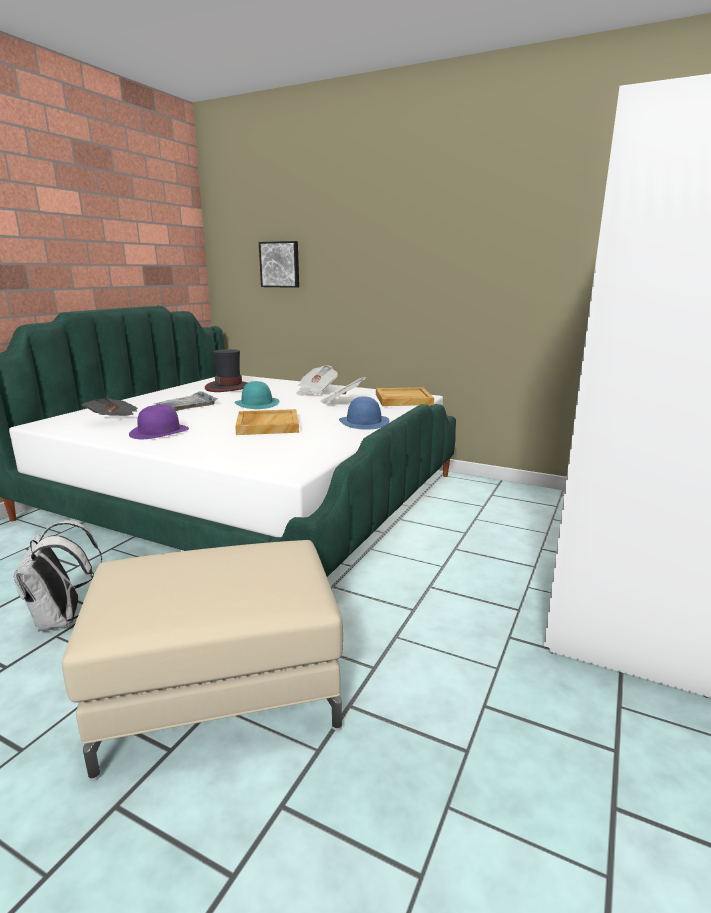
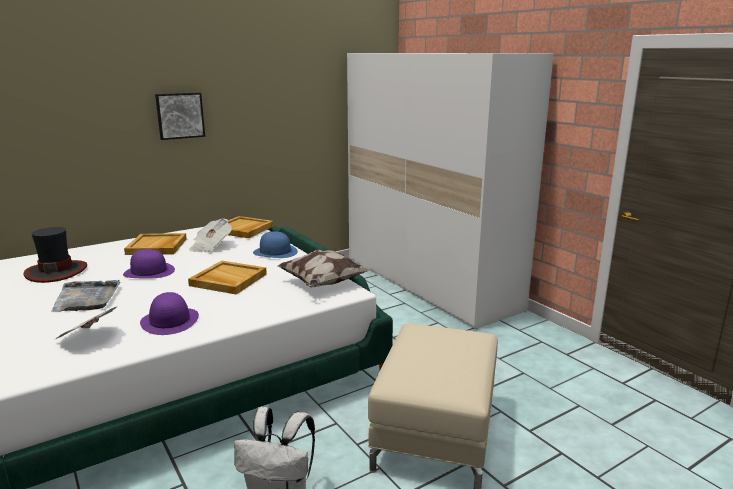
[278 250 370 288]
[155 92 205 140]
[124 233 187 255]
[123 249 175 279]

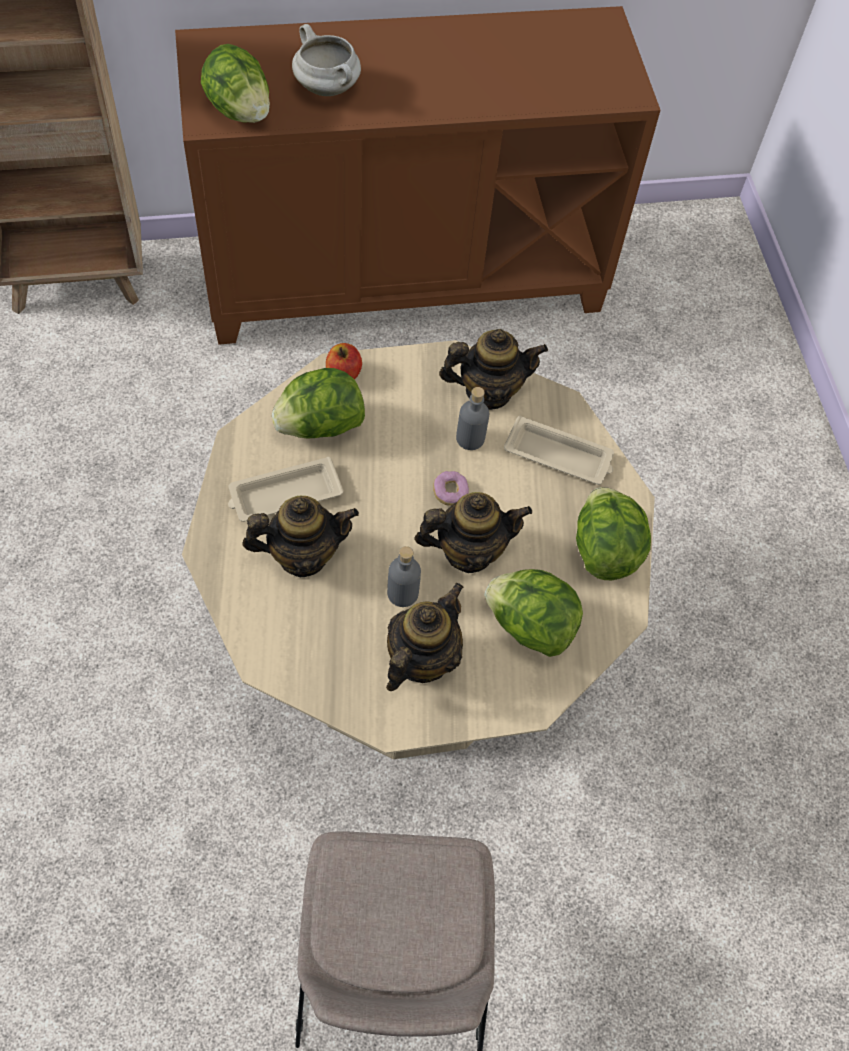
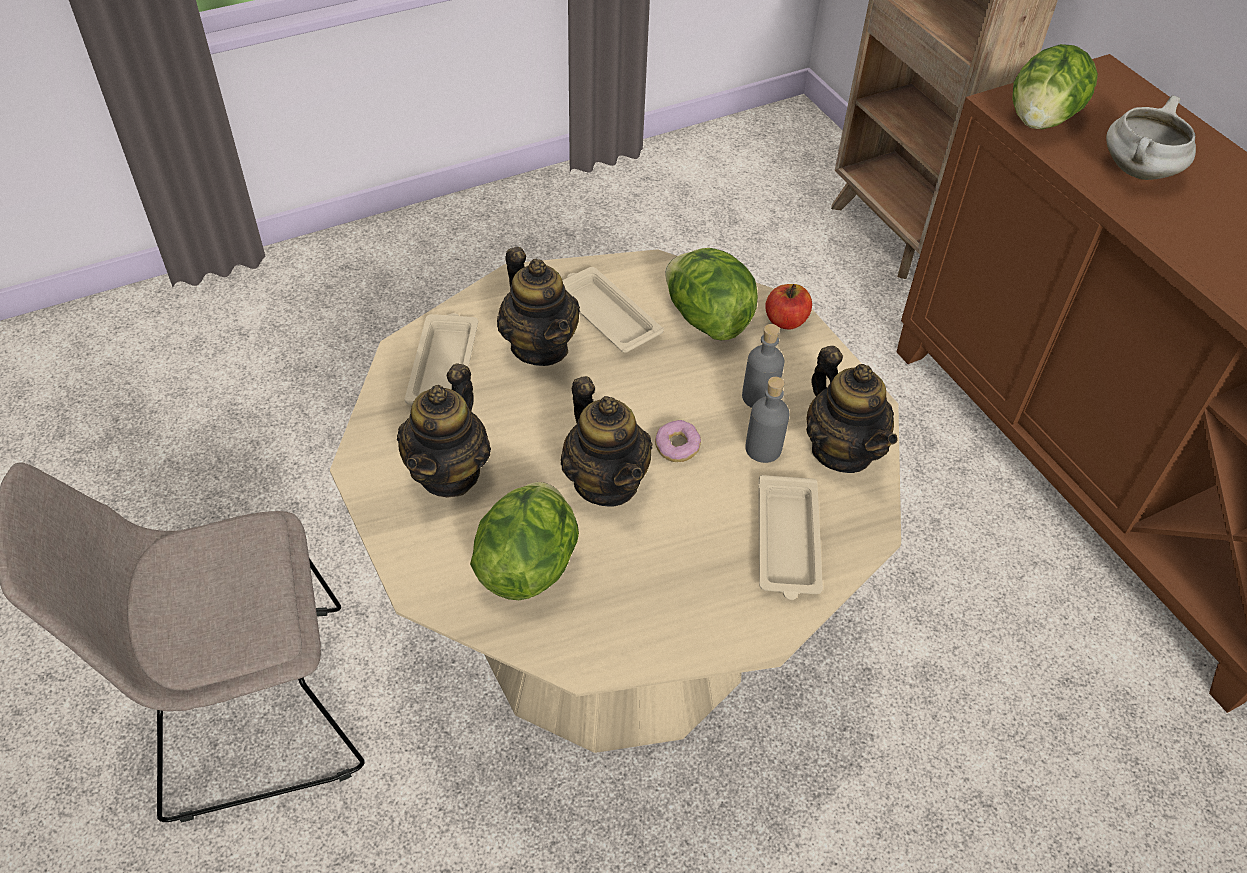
[576 487 651 580] (first image)
[404 313 478 405]
[742 324 784 408]
[397 363 491 497]

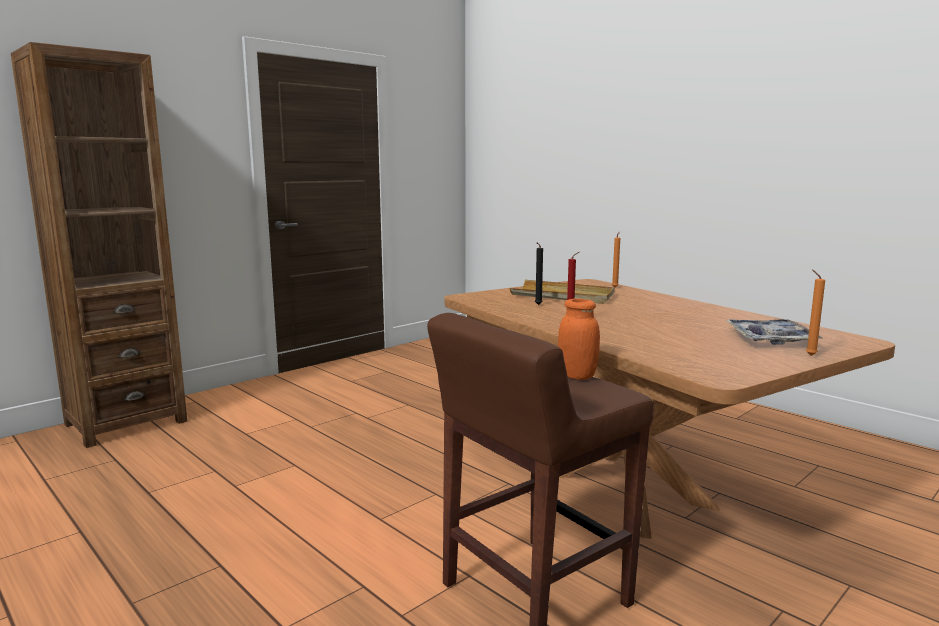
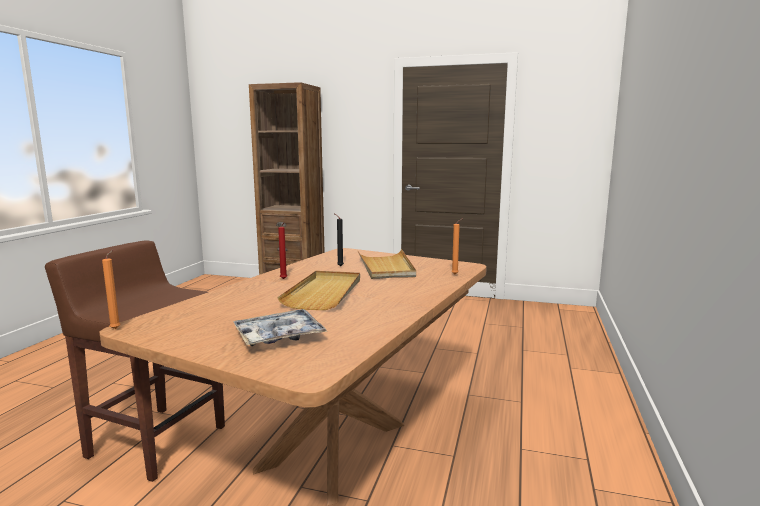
[558 299 600 380] (first image)
[277 271 360 310]
[102 250 121 329]

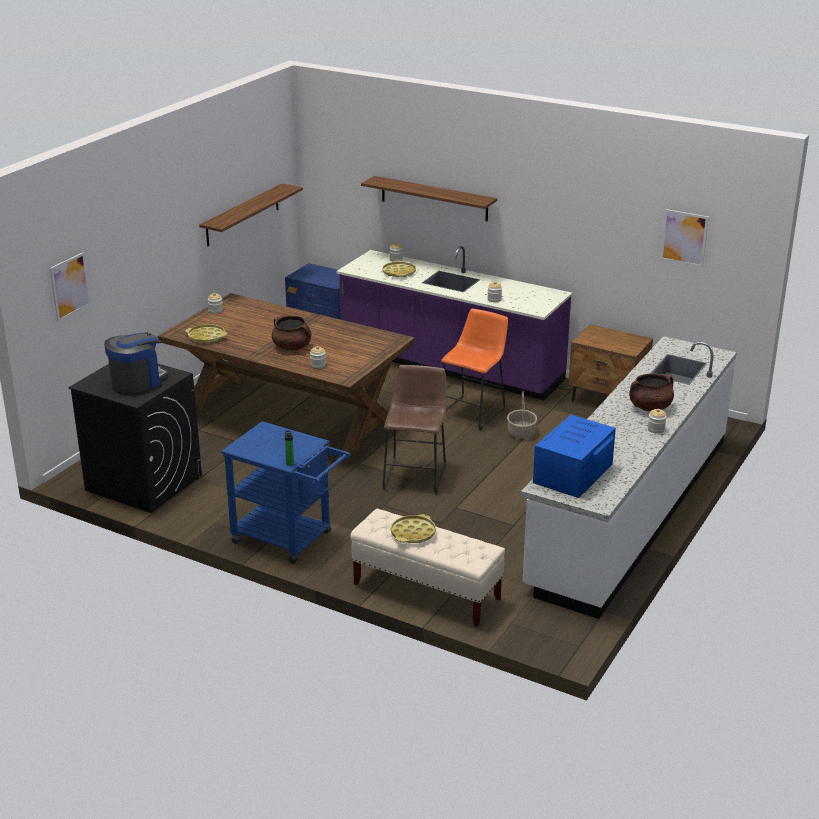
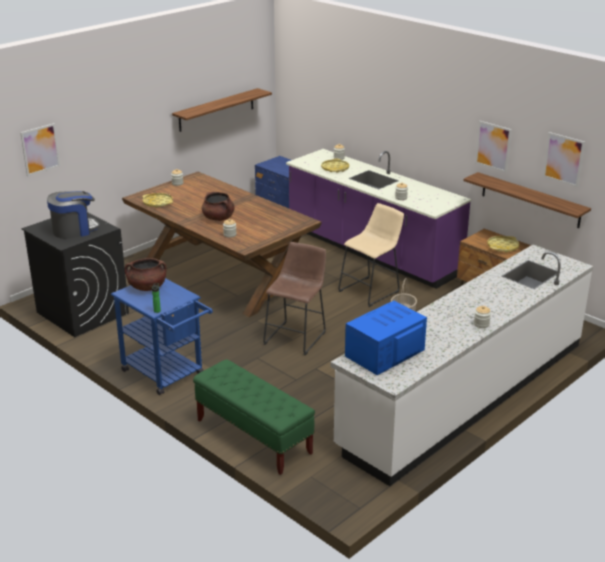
[475 121 512 173]
[464 172 591 228]
[487 236 519 253]
[125 258 167 291]
[193 359 315 475]
[338 203 404 307]

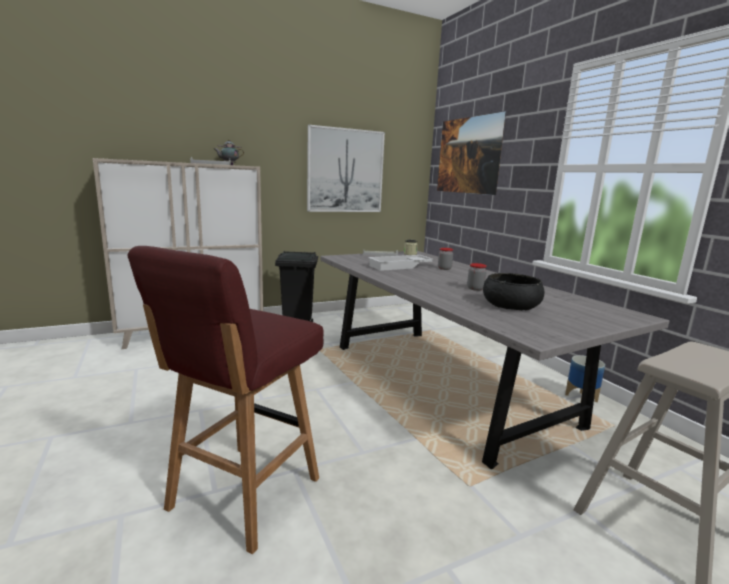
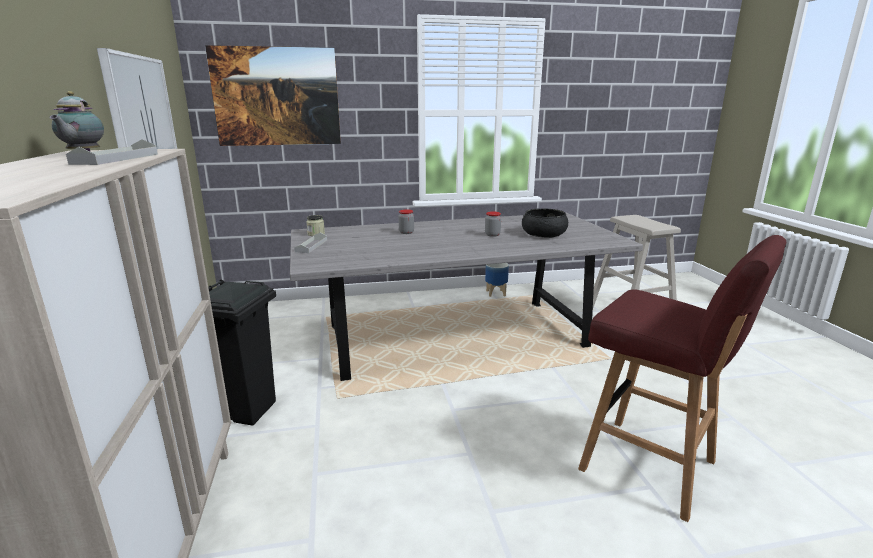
[368 255 434 271] (first image)

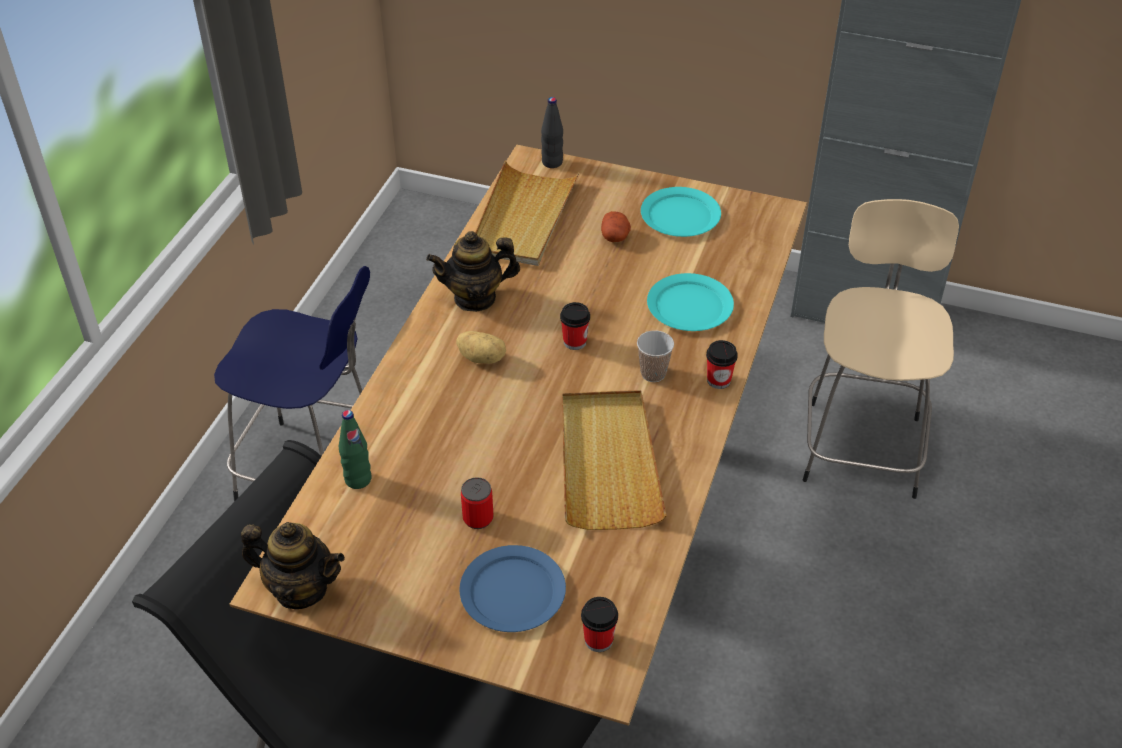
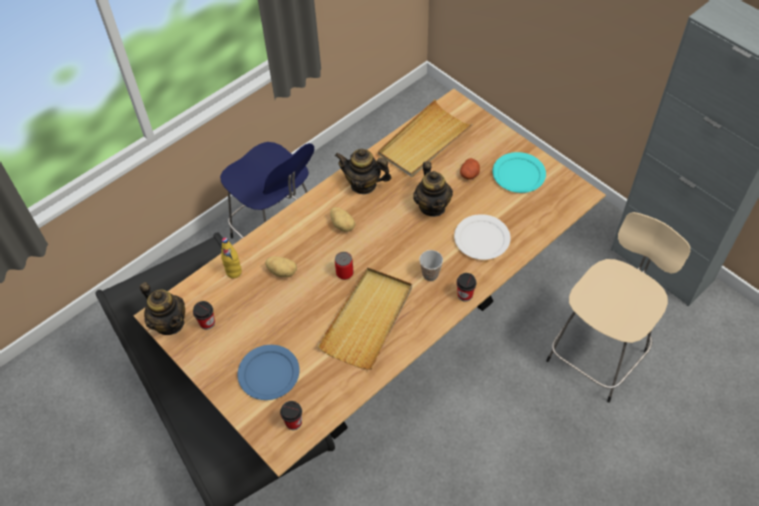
[541 97 563 168] (first image)
[265 256 297 277]
[413 161 453 217]
[335 252 354 280]
[193 301 215 330]
[221 237 242 278]
[454 214 511 260]

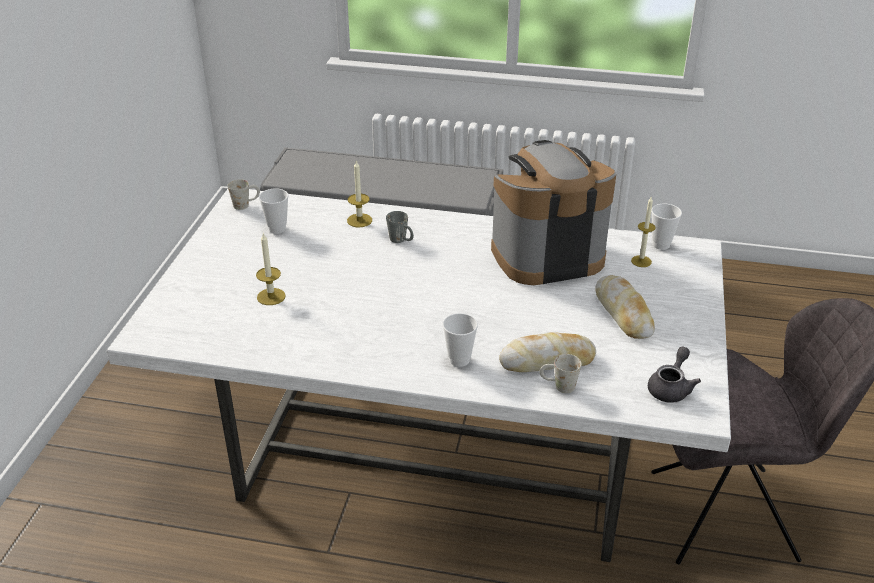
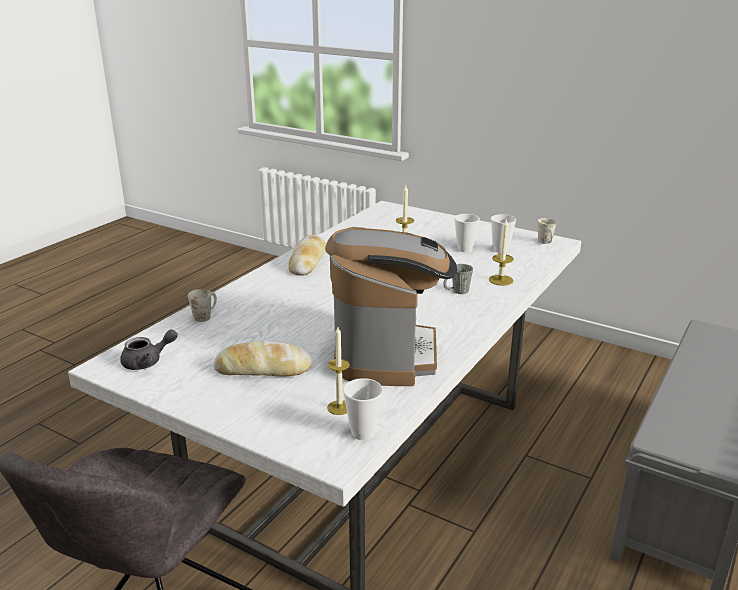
[454 214 480 252]
[288 235 326 276]
[120 329 178 370]

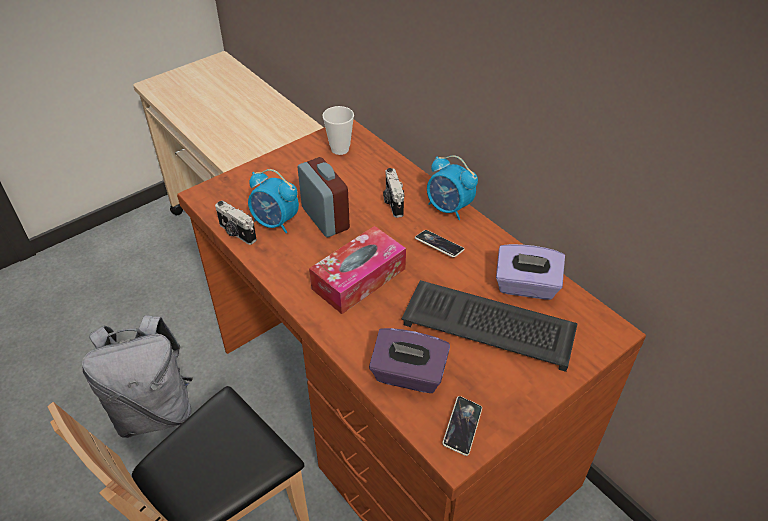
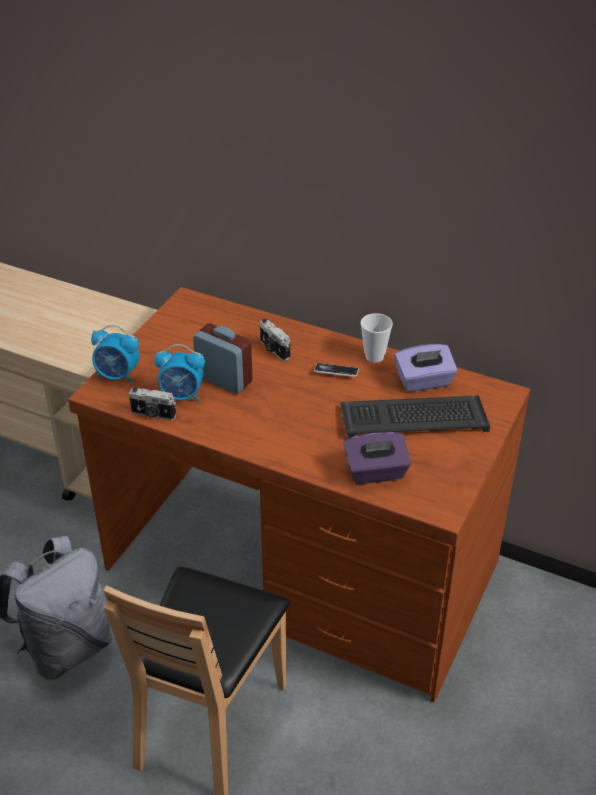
[309 226 406 314] (first image)
[442 396 482 456] (first image)
[360 313 393 363]
[91 325 140 383]

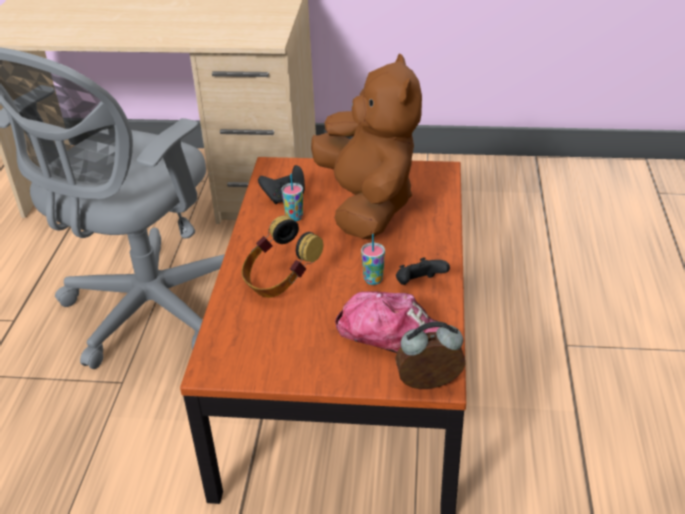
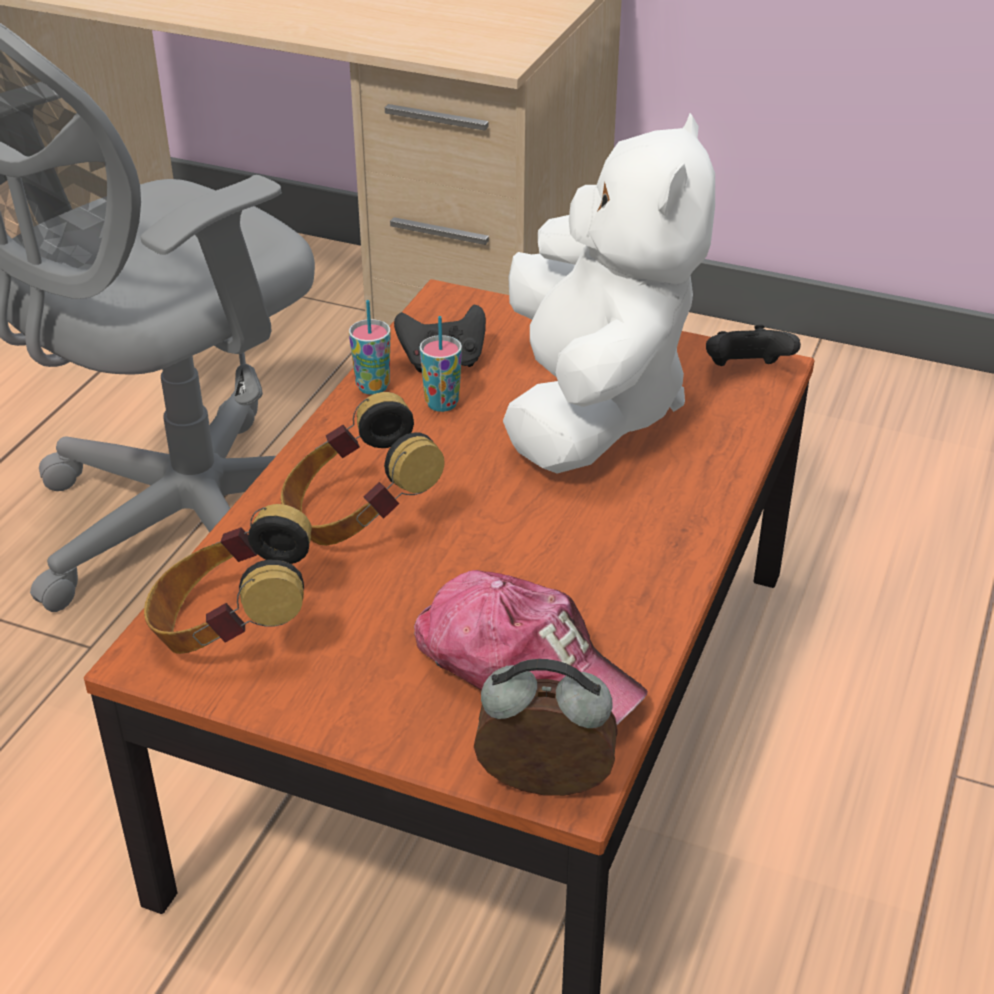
[144 504 312 654]
[349 300 391 395]
[706 325 801 366]
[503 113 715 473]

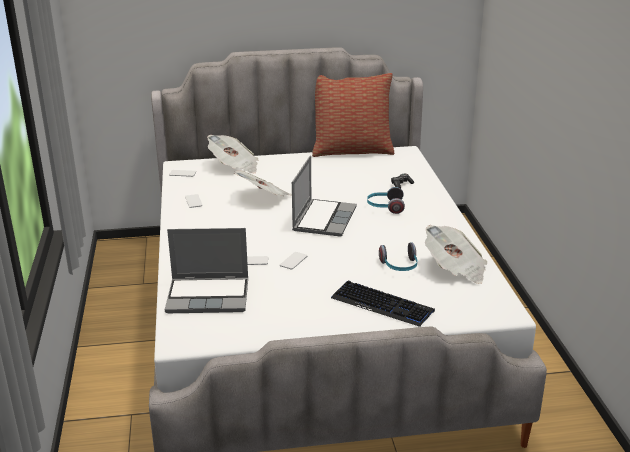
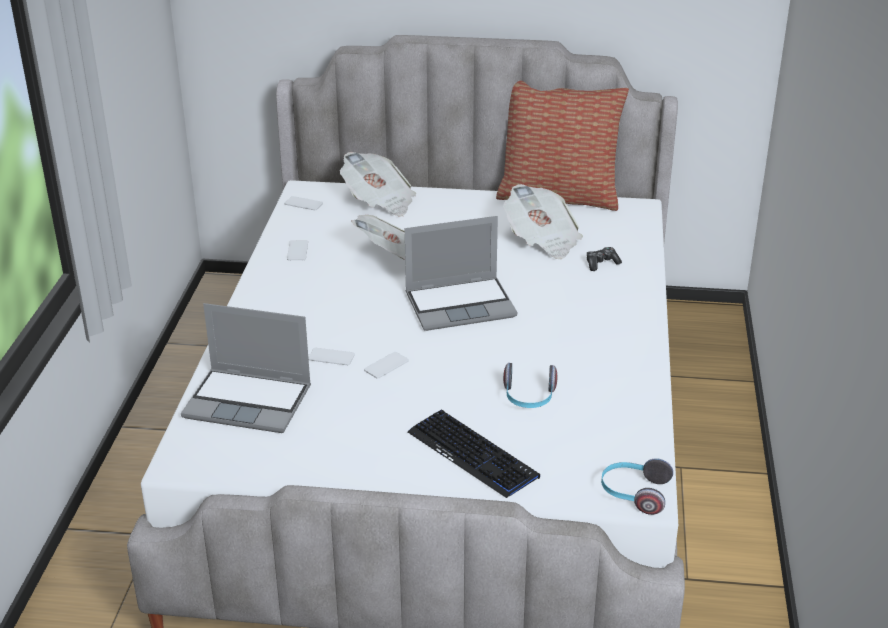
[601 458 673 515]
[503 184 583 259]
[405 216 517 331]

